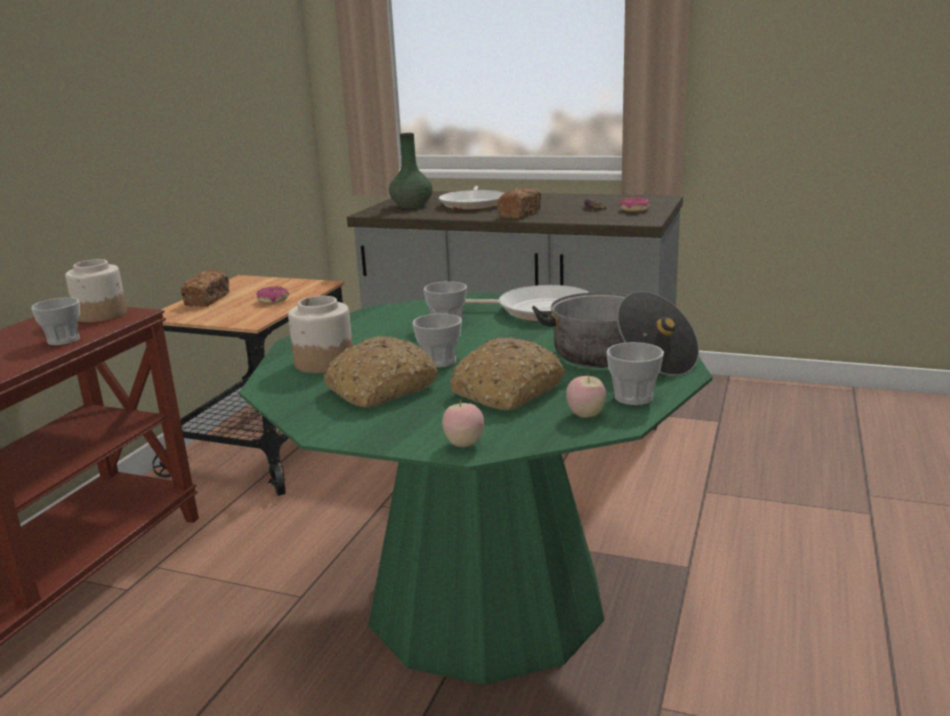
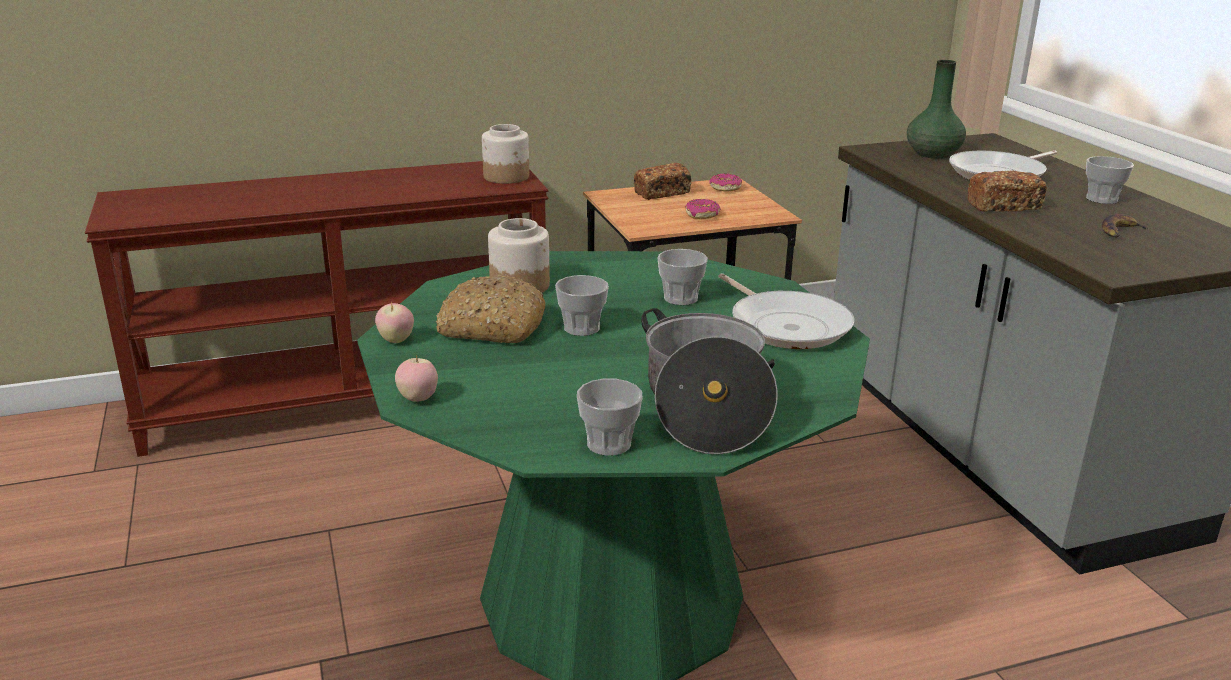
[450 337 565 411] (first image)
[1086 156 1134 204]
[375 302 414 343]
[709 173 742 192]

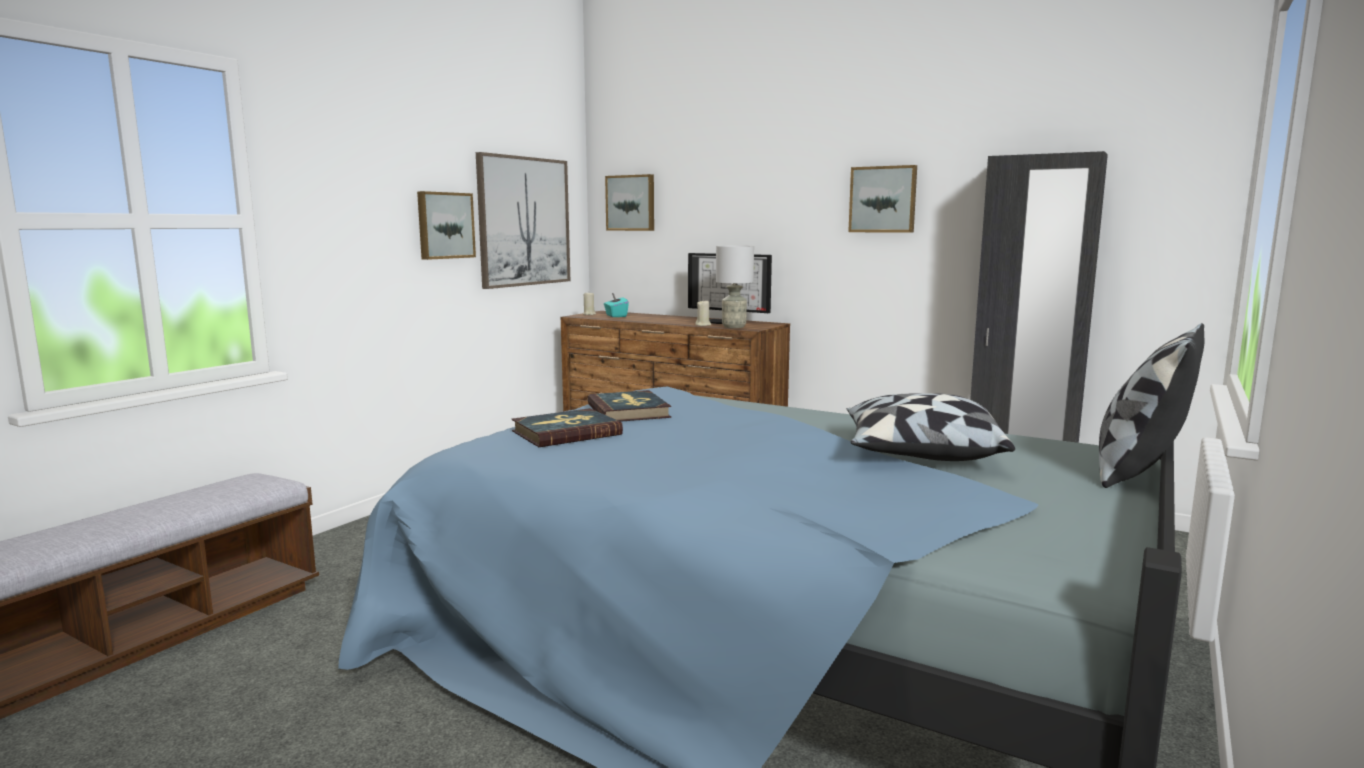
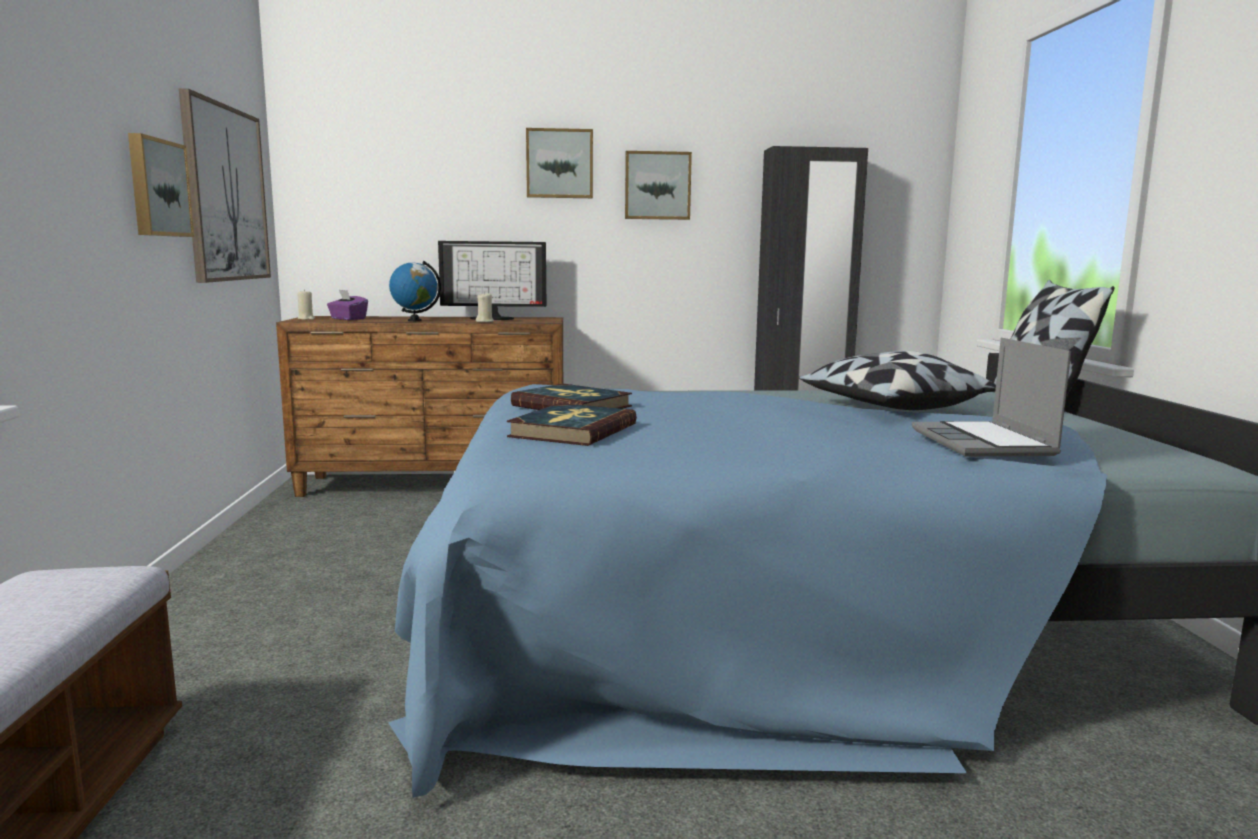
[716 246 754 328] (first image)
[389 261 441 322]
[912 338 1071 456]
[526 128 593 198]
[327 290 368 320]

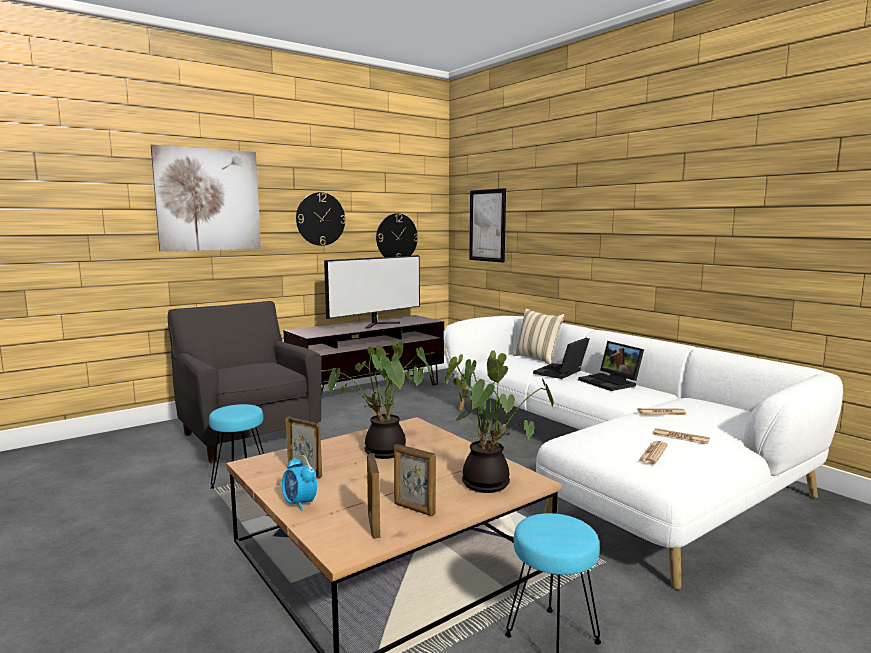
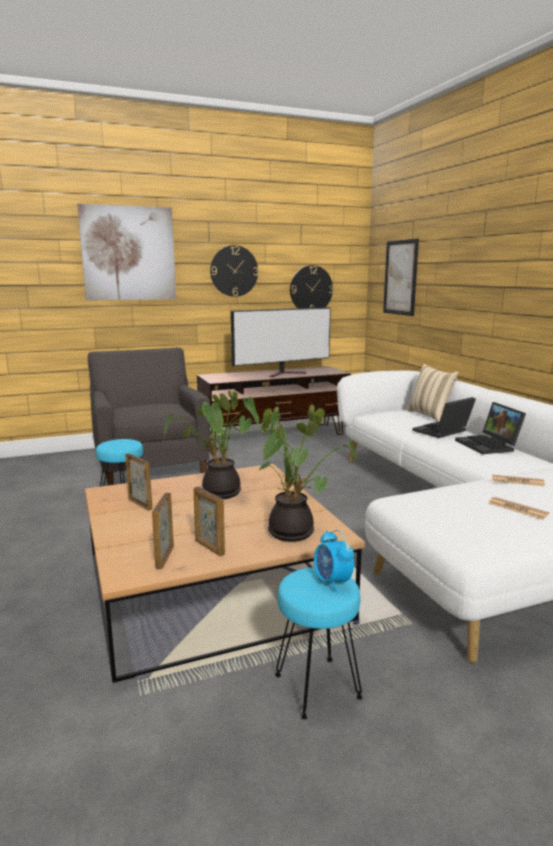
[638 441 668 464] (first image)
[314 530 354 592]

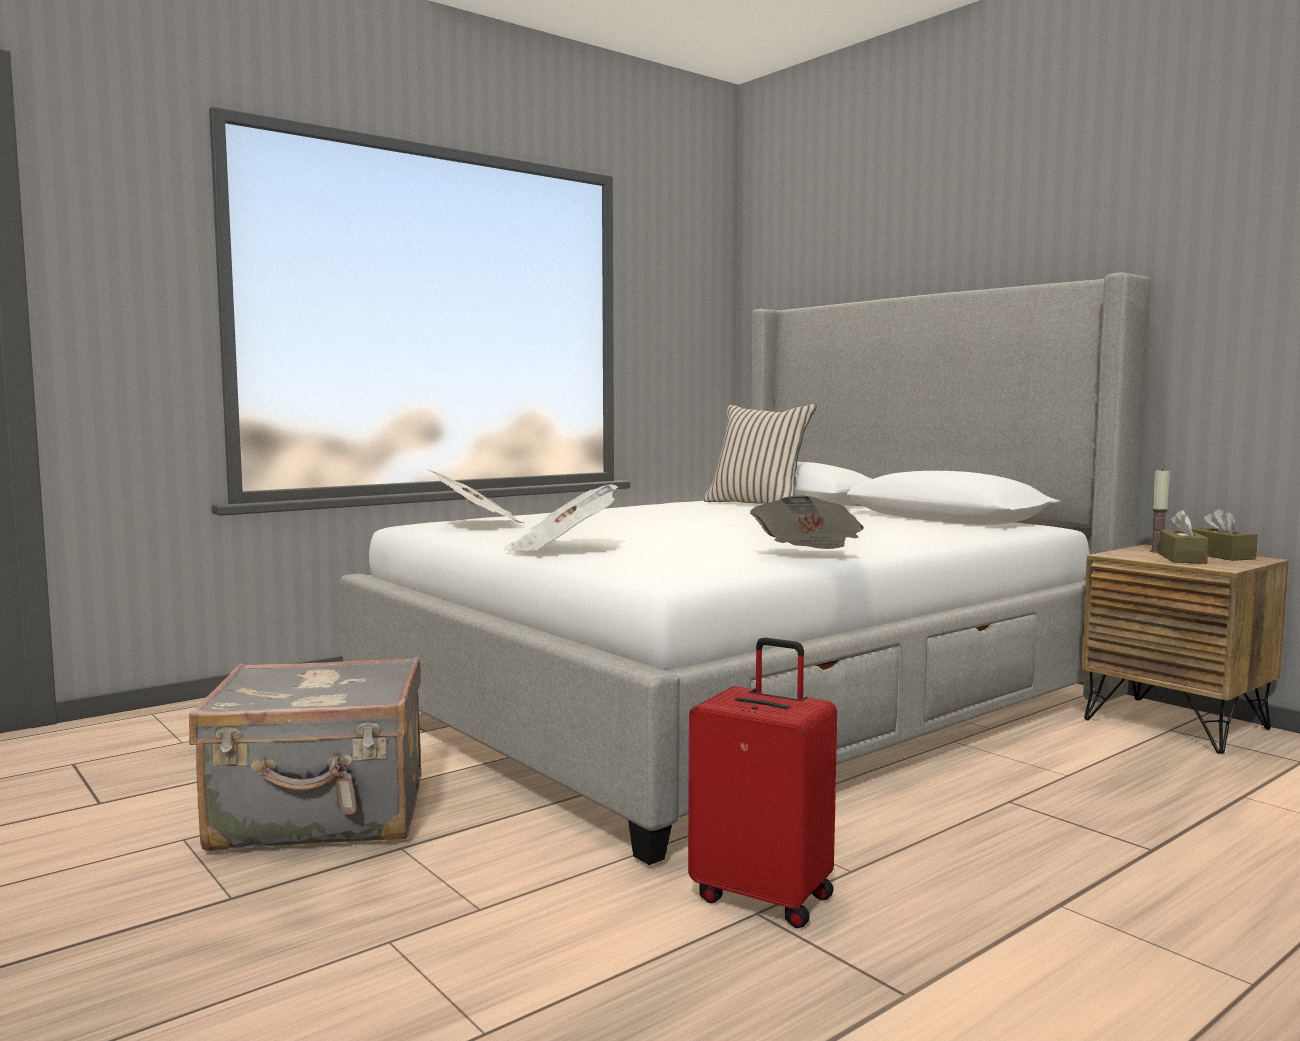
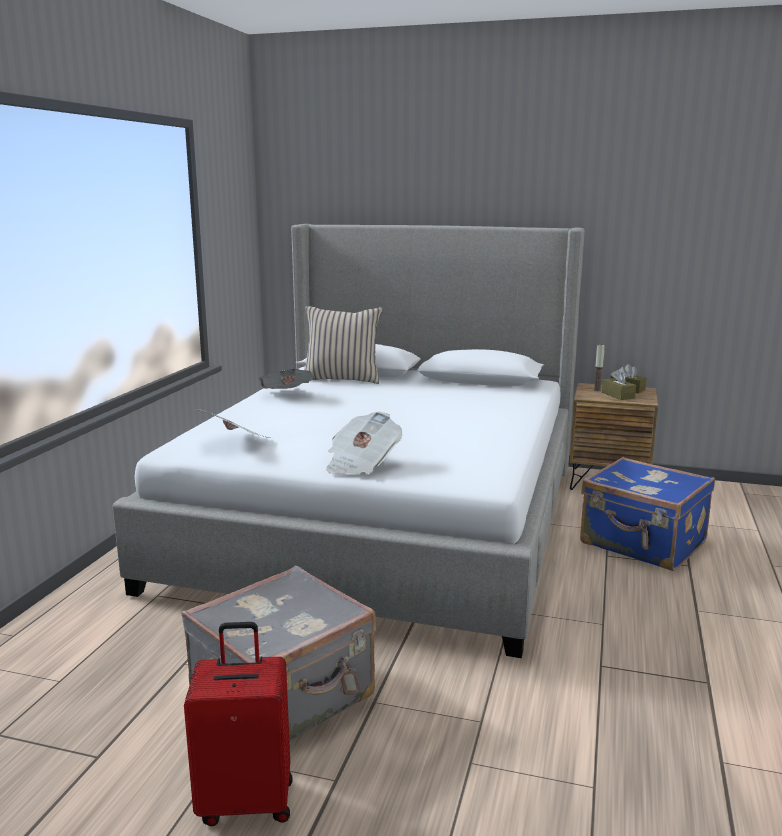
[580 457 715 571]
[184 622 293 826]
[258 369 315 389]

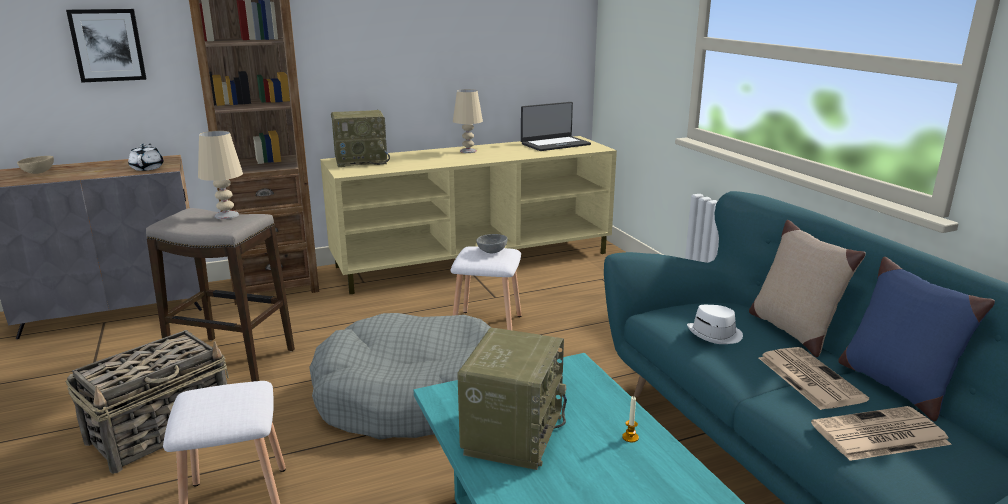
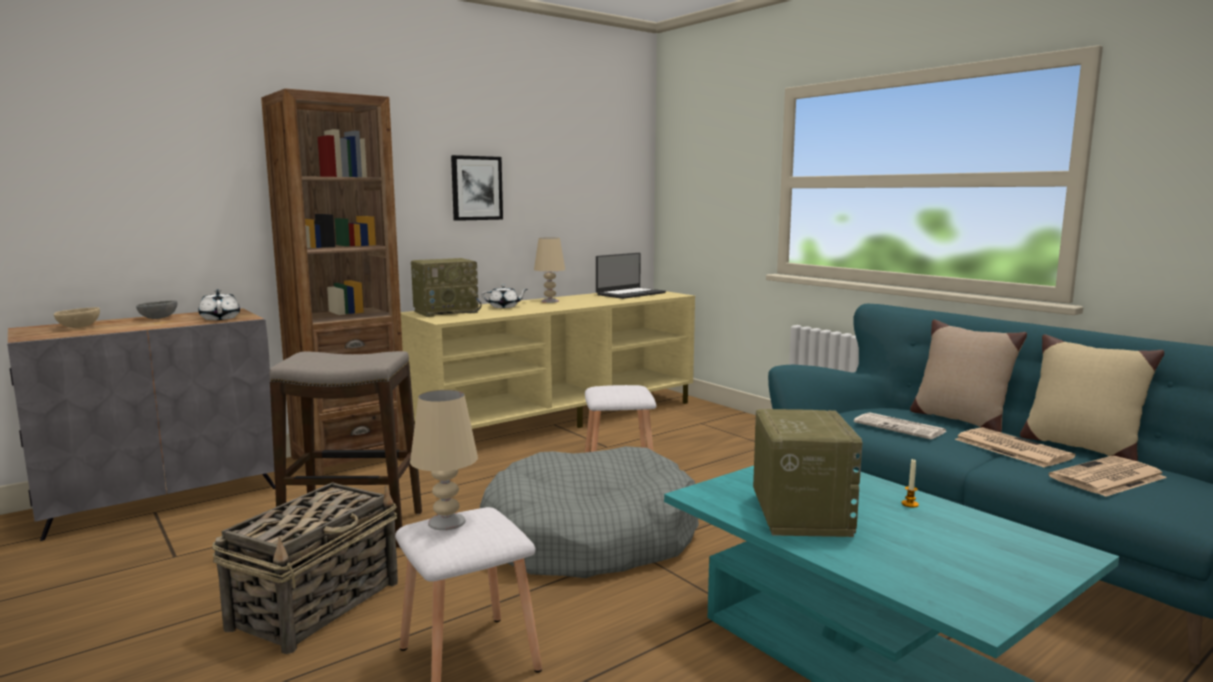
[482 284 528 308]
[451 155 503 221]
[410 390 478 530]
[136 301 177 319]
[854 412 947 439]
[1020 334 1164 461]

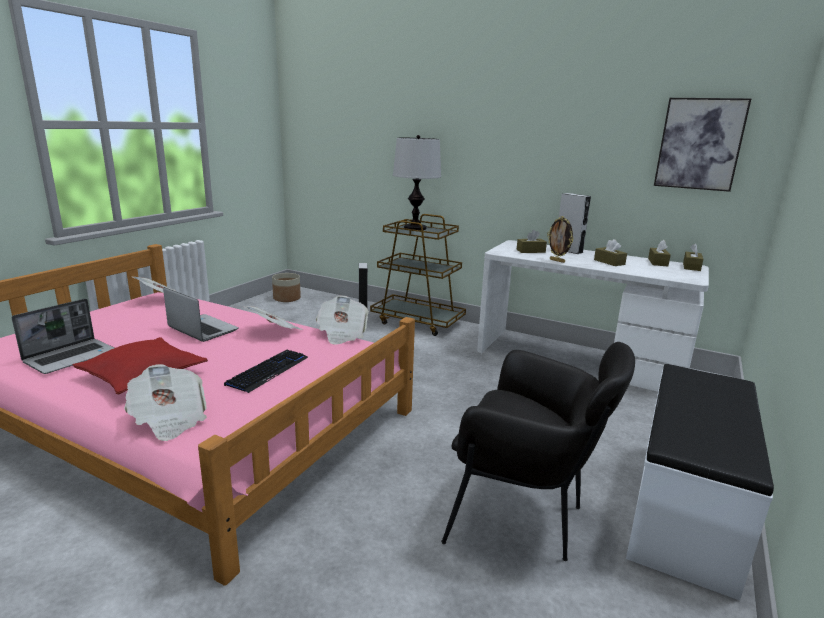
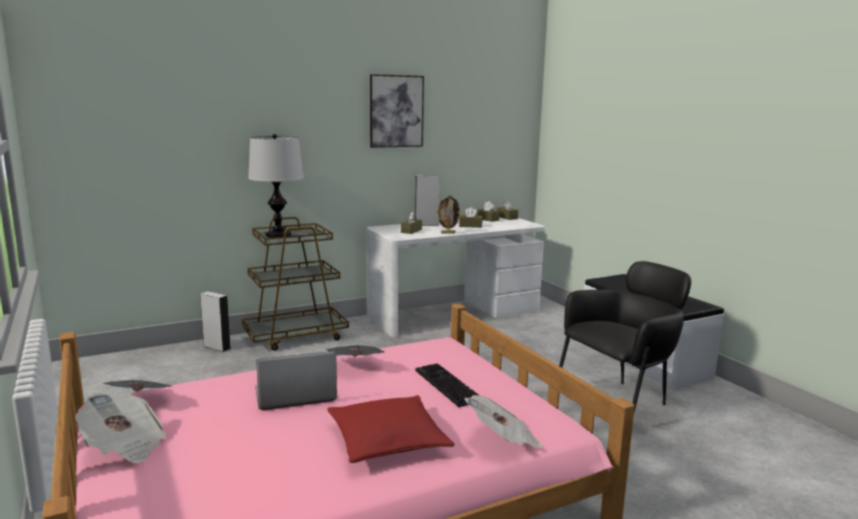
[12 299 114 374] (first image)
[272 273 301 302] (first image)
[75 393 167 463]
[370 74 424 148]

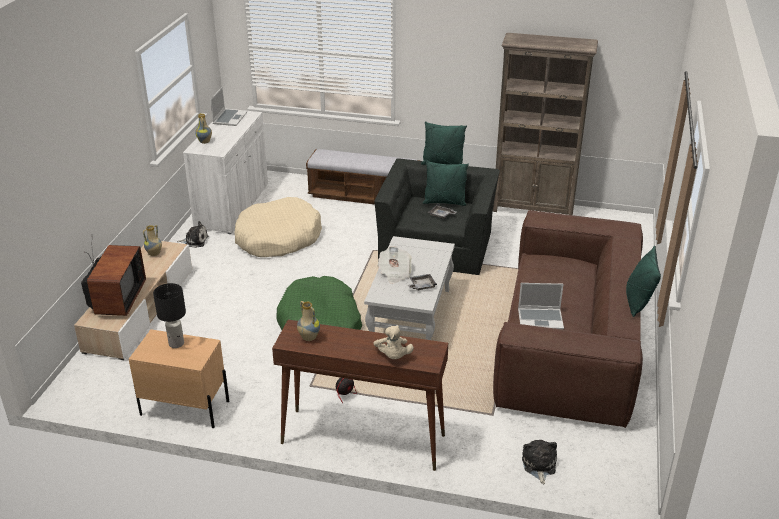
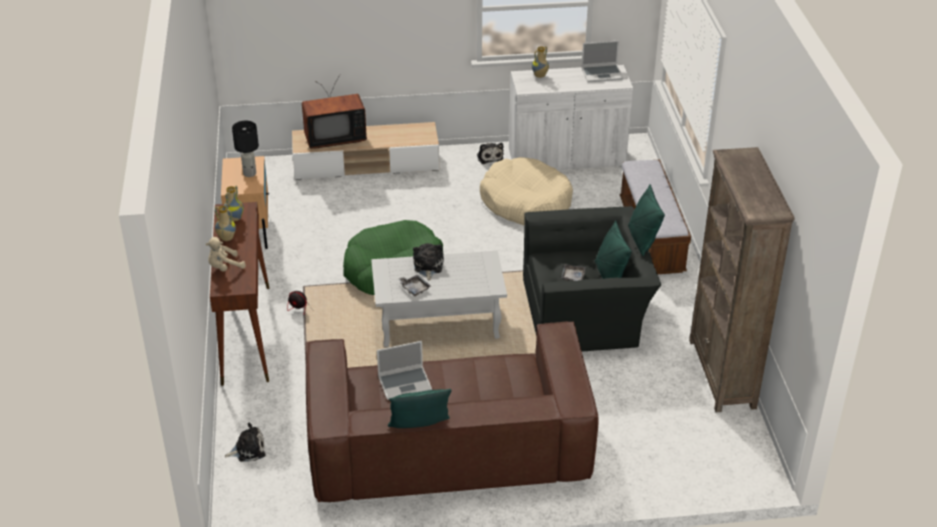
[215 206 236 241]
[413 243 444 281]
[377 341 432 400]

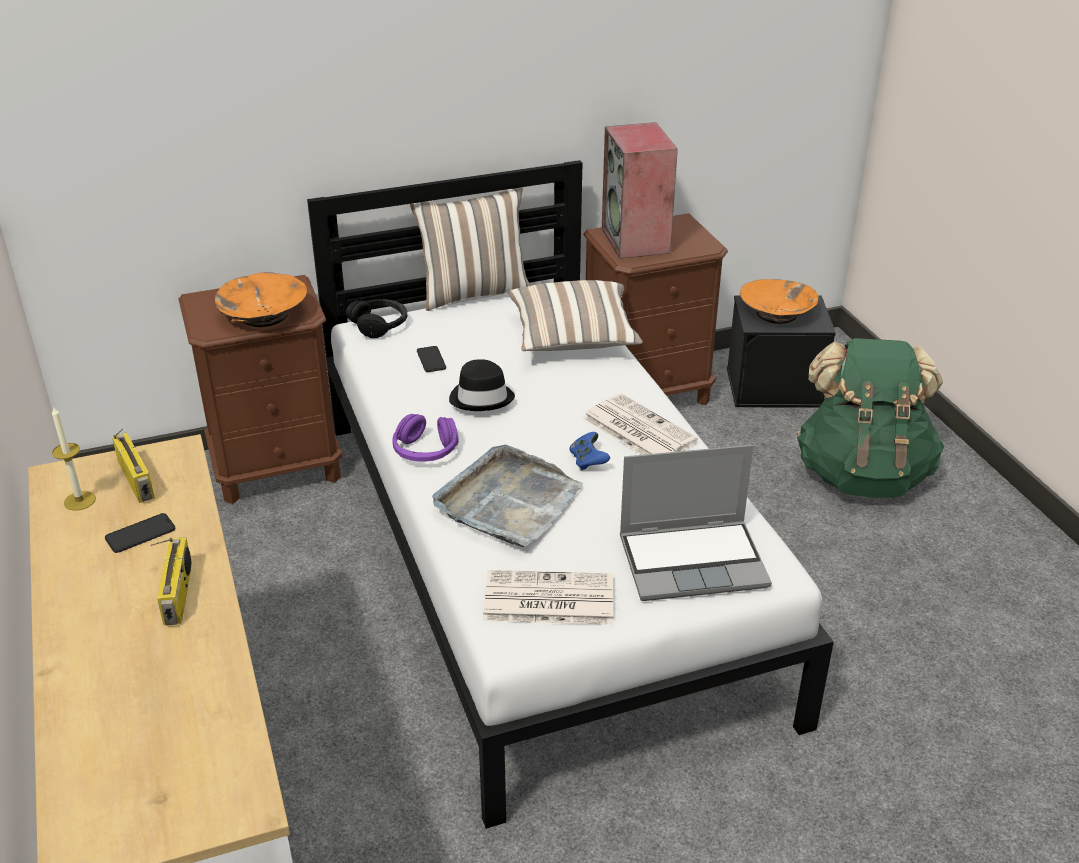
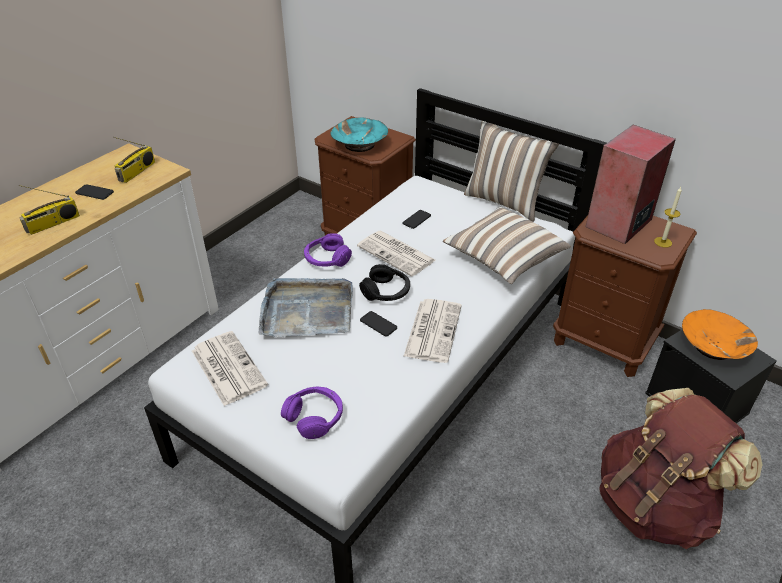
[654 187 682 248]
[359 264 410 301]
[357 231 436 276]
[360 311 397 337]
[281 387 343 439]
[331 117 388 152]
[599 388 763 549]

